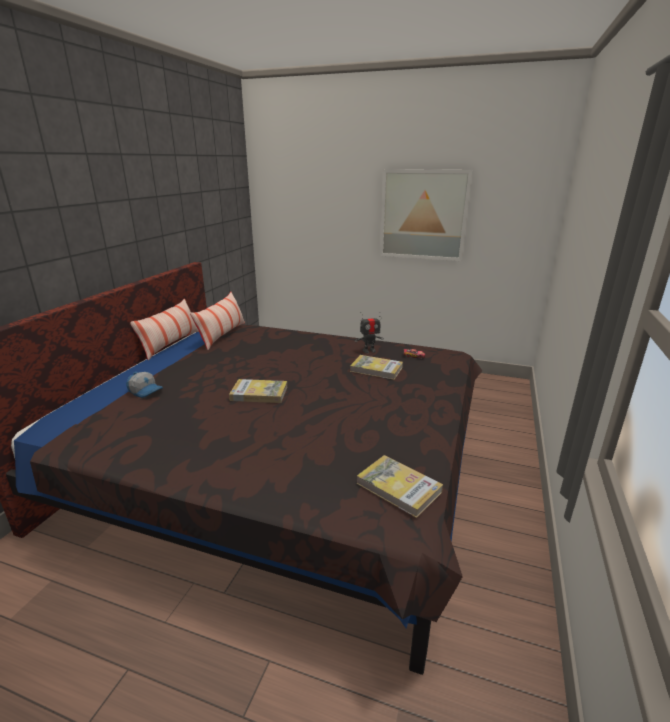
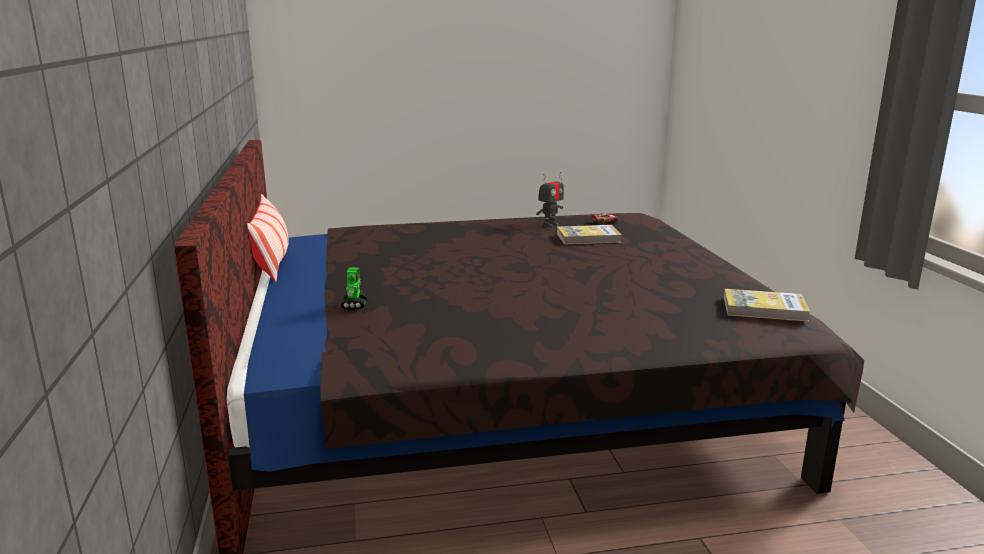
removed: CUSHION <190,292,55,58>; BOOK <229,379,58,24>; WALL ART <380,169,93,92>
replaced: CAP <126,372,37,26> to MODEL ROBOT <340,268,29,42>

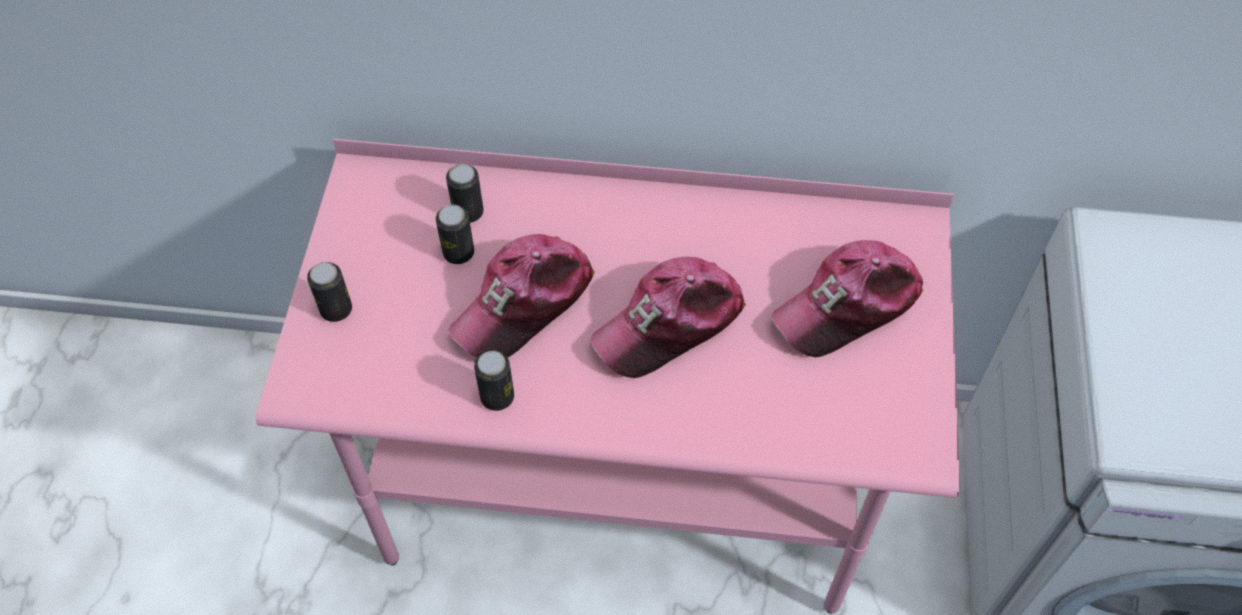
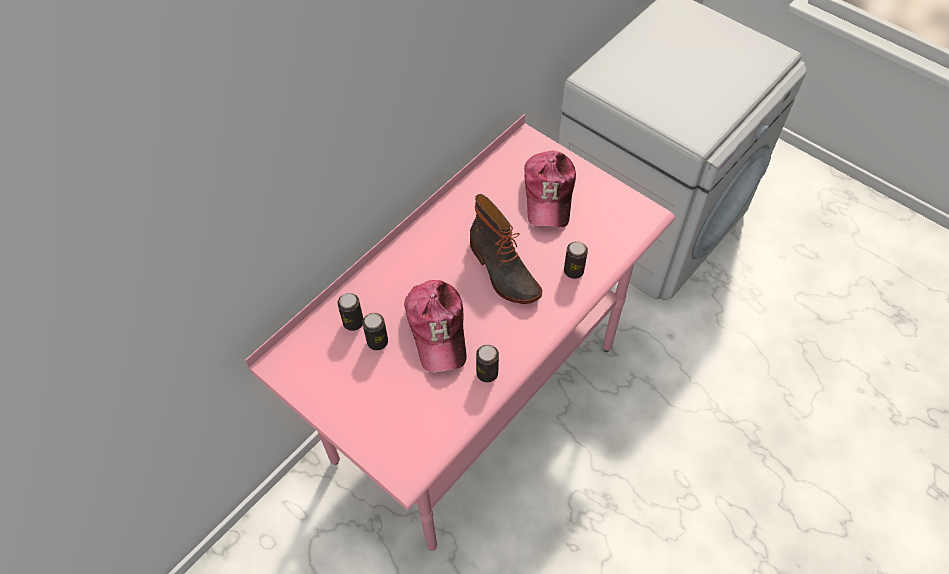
moved: SEALED CAN <307,262,45,60> to <564,241,24,38>
replaced: CAP <590,257,156,121> to TALL BOOT <470,194,72,110>

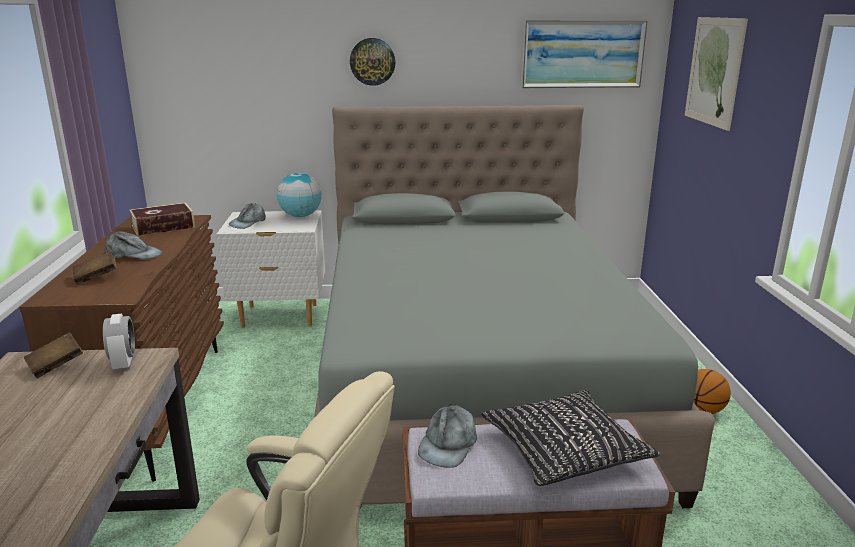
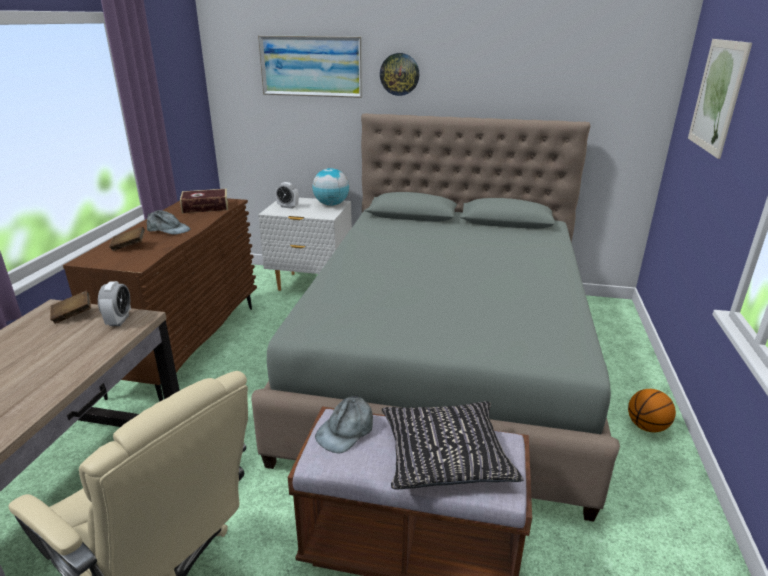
moved: WALL ART <521,20,127,68> to <258,35,105,63>
replaced: GRAY CAP <229,203,37,26> to BEDSIDE CLOCK <275,182,24,27>

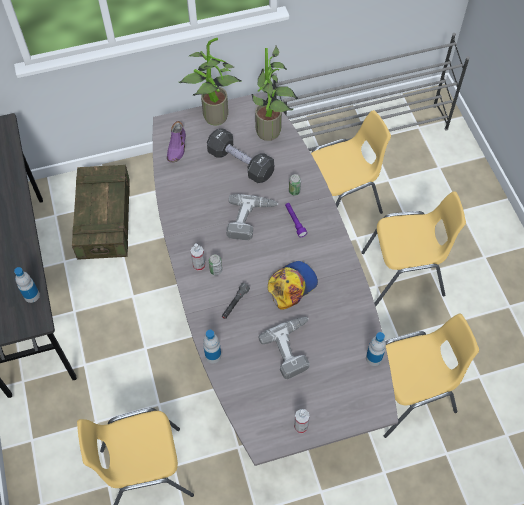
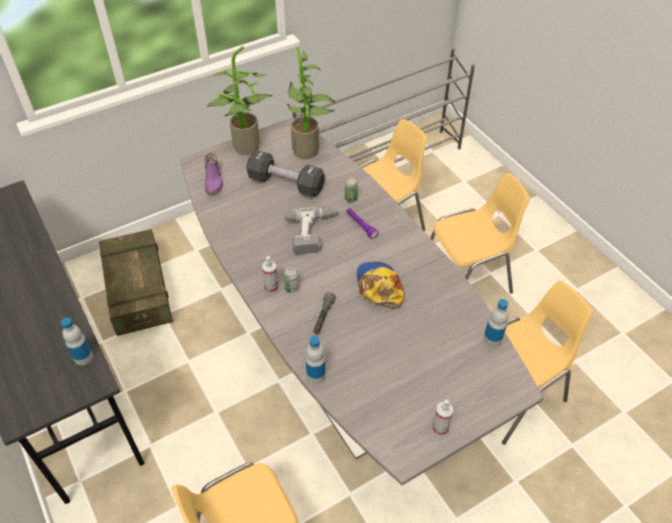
removed: POWER DRILL <258,317,52,62>
turned: CAP <268,261,50,49> = <357,262,47,46> 45 degrees counterclockwise

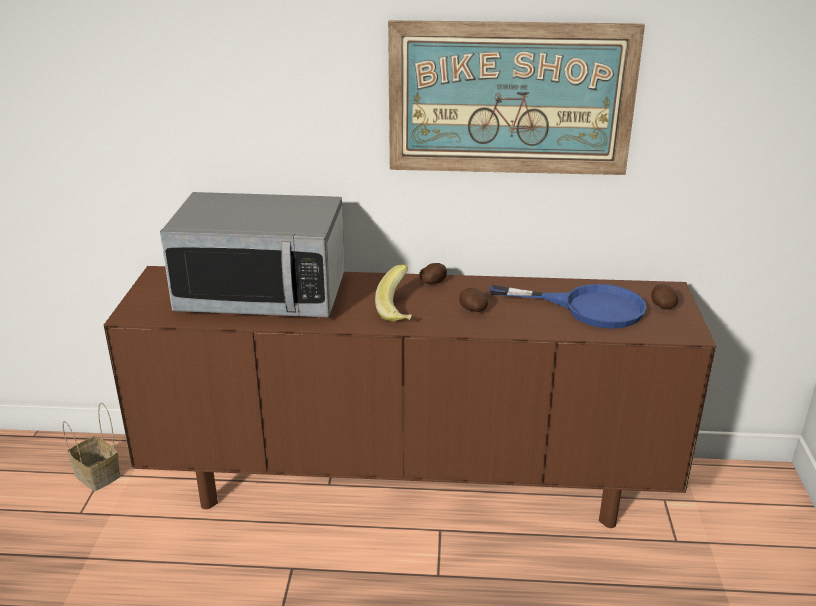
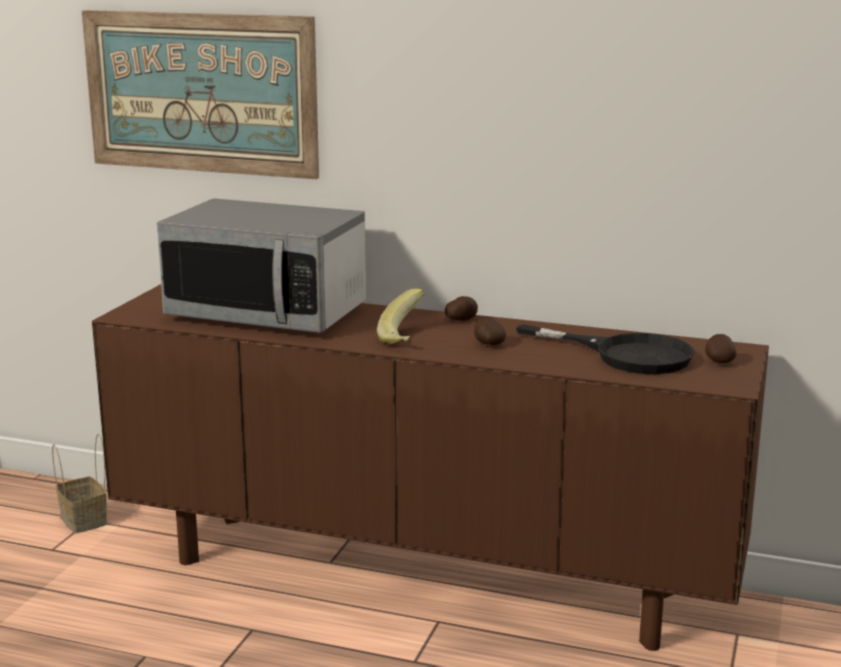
moved: WALL ART <388,20,257,155> to <82,10,237,169>
recoloured: BLUISH PAN <489,284,158,45> to BLACKISH PAN <516,324,179,50>

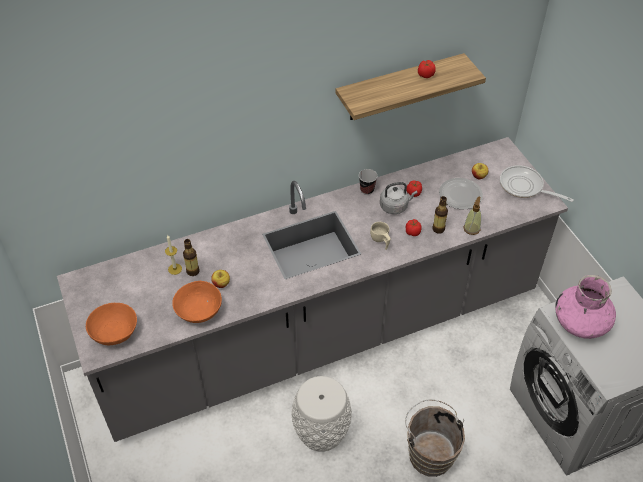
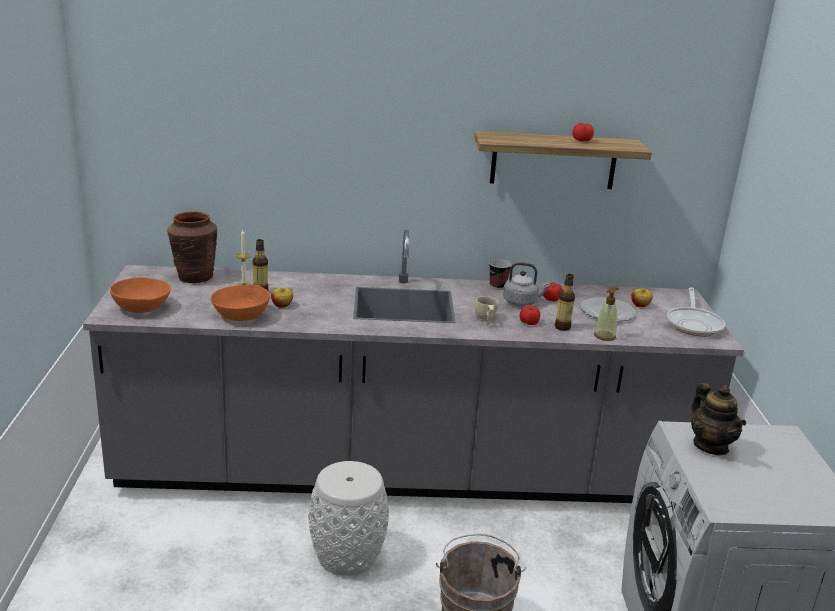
added: BROWN-COLOURED DECORATIVE VASE <167,211,50,72>
replaced: PINK-COLOURED DECORATIVE VASE <555,275,61,64> to TEA POT <691,383,55,72>
turned: PAN <500,165,74,37> = <667,287,58,49> 135 degrees counterclockwise

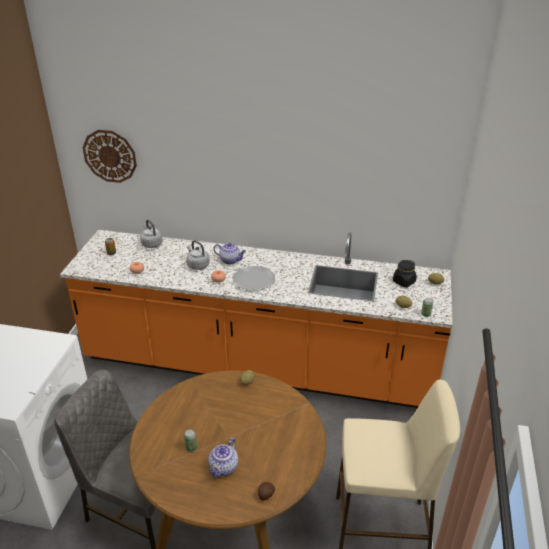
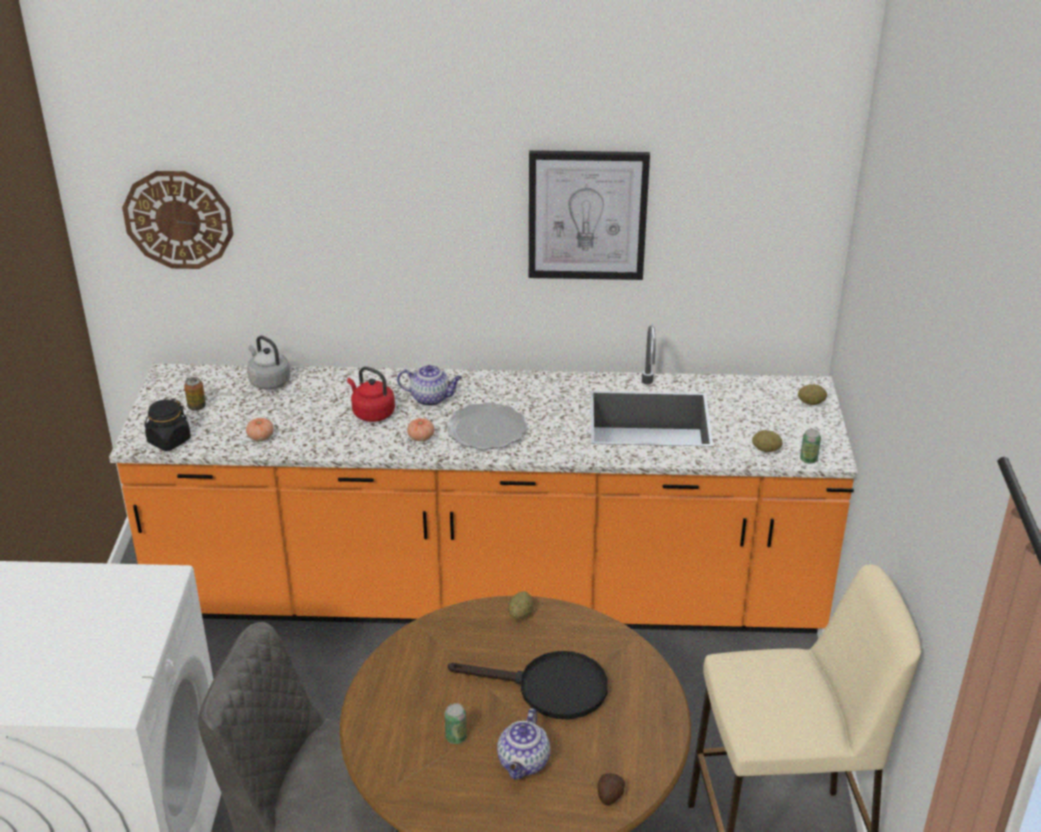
added: BLACKISH PAN <448,651,160,69>; WALL ART <529,150,121,130>
moved: BLACKISH STORAGE JAR <393,260,24,27> to <144,399,47,52>
recoloured: GRAY WATER KETTLE <187,240,23,30> to RED WATER KETTLE <347,367,48,55>

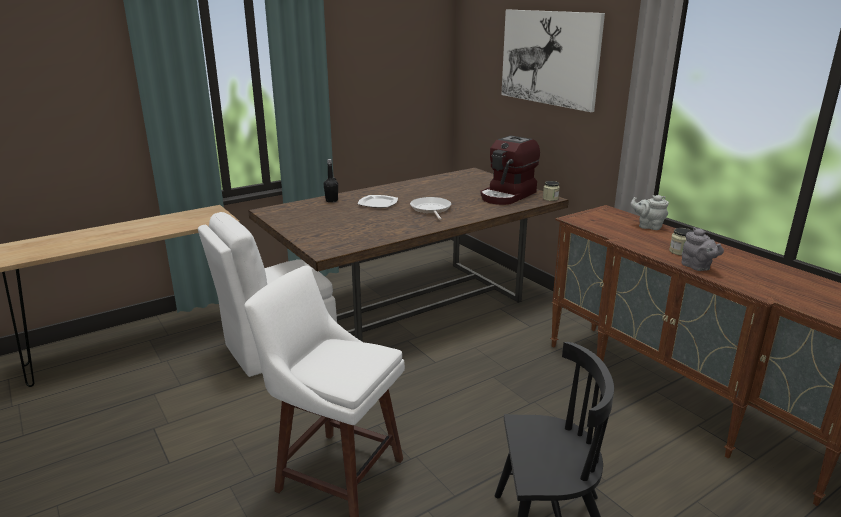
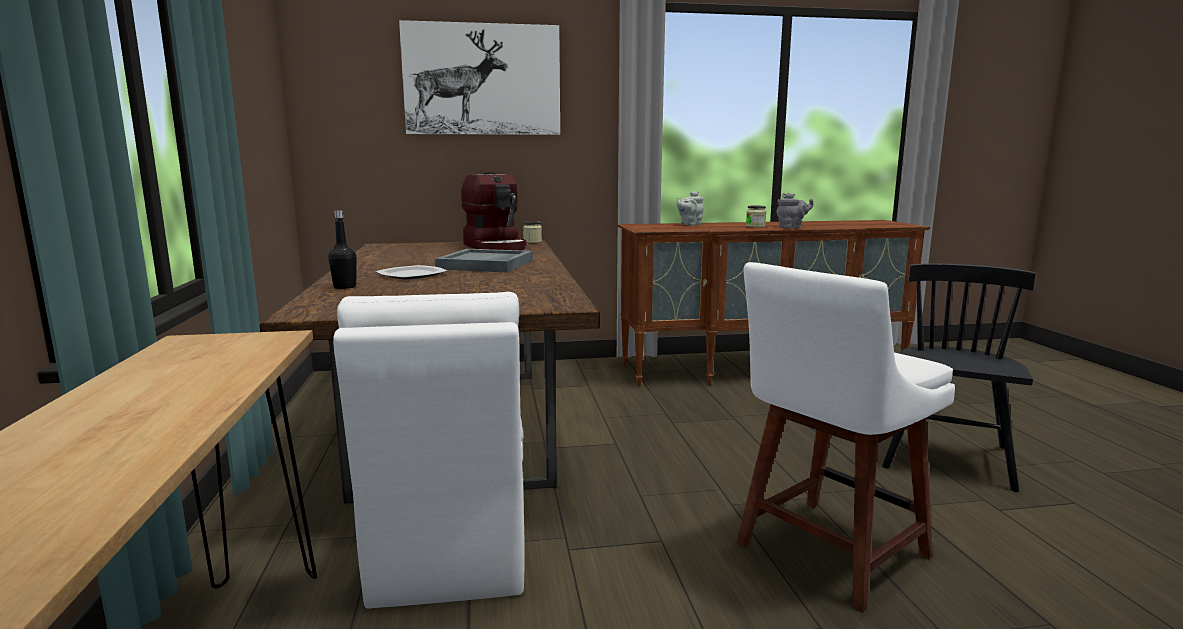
replaced: PAN <410,197,41,23> to GRAY SERVING TRAY <435,249,98,24>

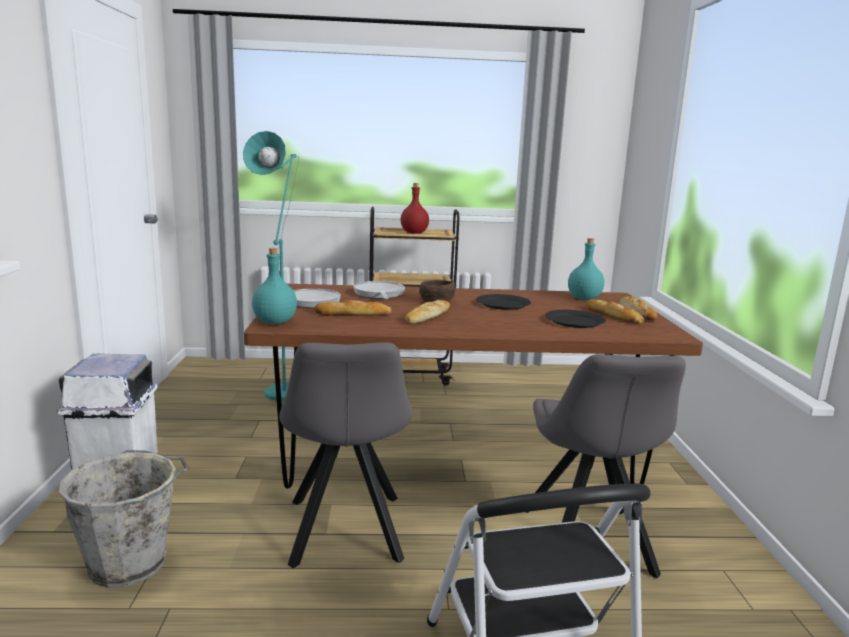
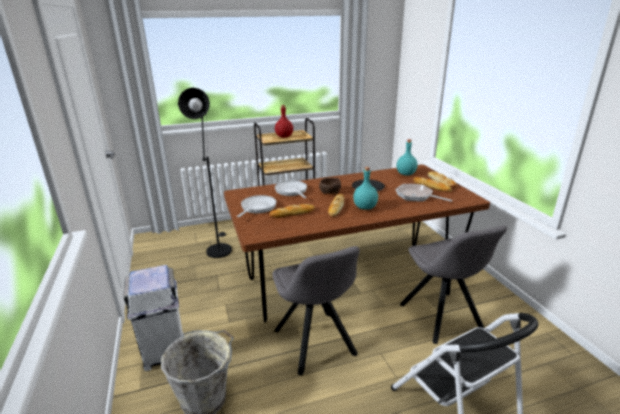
moved: TURQUOISE DRINK BOTTLE <252,248,45,76> to <353,167,25,43>
replaced: BLACKISH PLATE <545,310,61,18> to PAN <395,184,58,18>
recoloured: TURQUOISE STANDING LAMP <243,131,56,270> to BLACKISH STANDING LAMP <178,88,54,170>

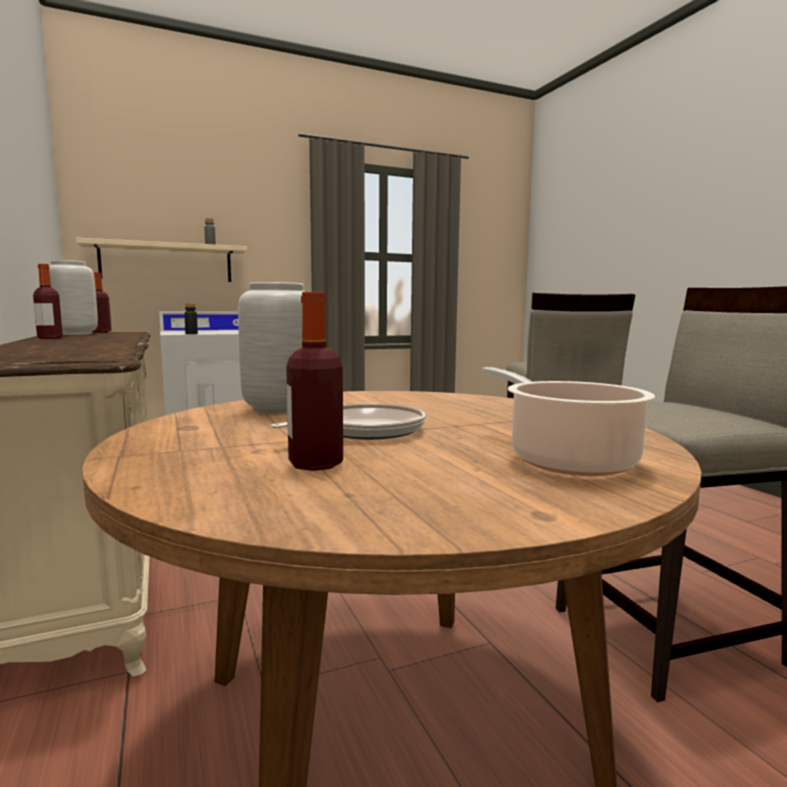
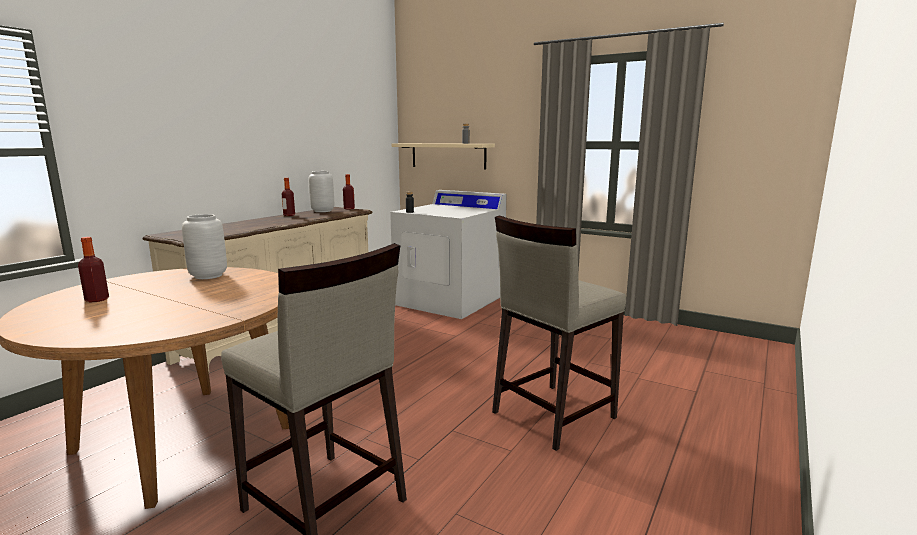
removed: PAN <271,403,155,37>; STOCKPOT <482,367,173,109>

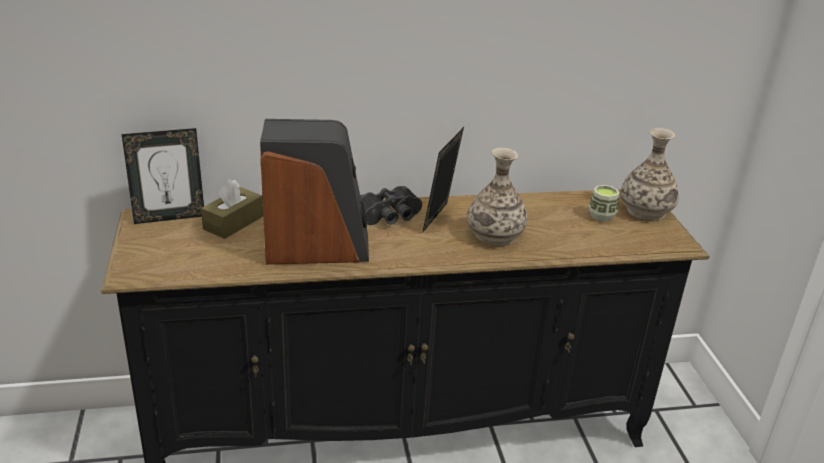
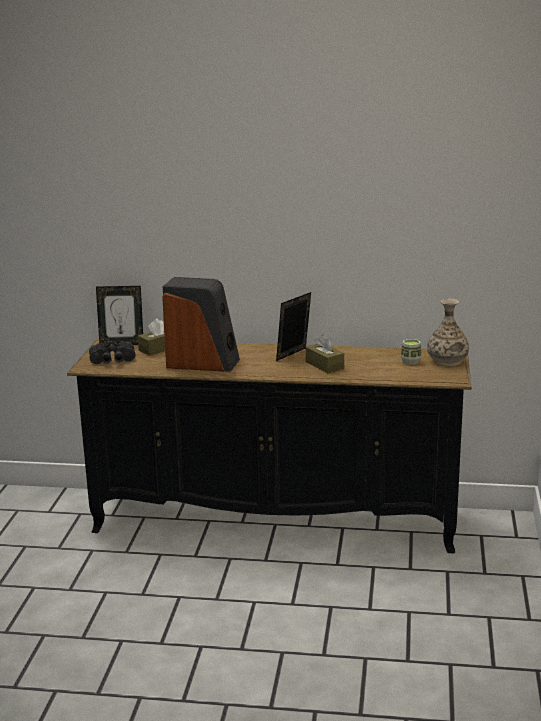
moved: BLACKISH PAIR OF BINOCULARS <360,186,62,39> to <89,341,47,23>
replaced: DECORATIVE VASE <467,148,61,98> to BROWN-COLOURED BOX OF TISSUES <305,335,39,38>

